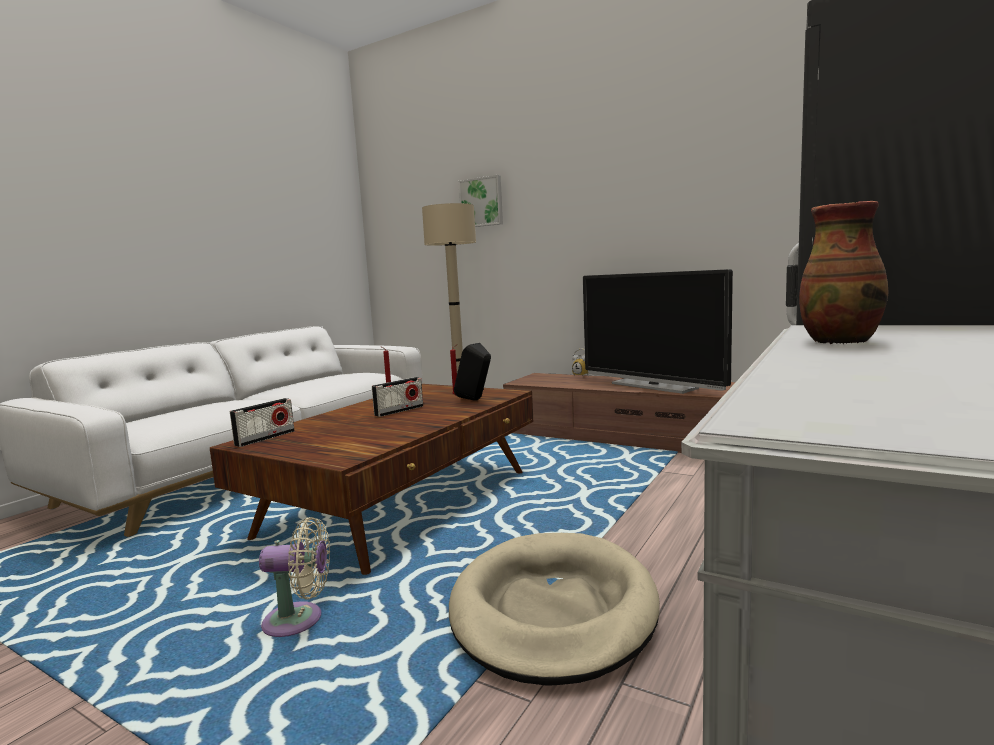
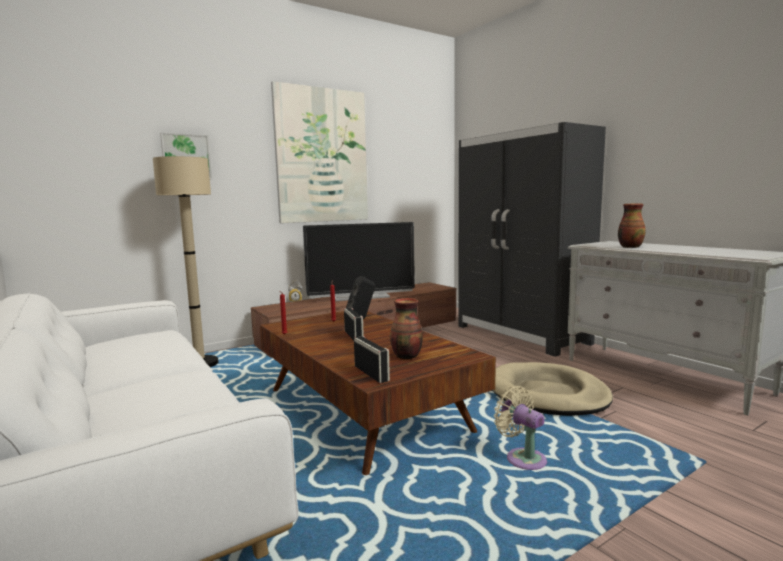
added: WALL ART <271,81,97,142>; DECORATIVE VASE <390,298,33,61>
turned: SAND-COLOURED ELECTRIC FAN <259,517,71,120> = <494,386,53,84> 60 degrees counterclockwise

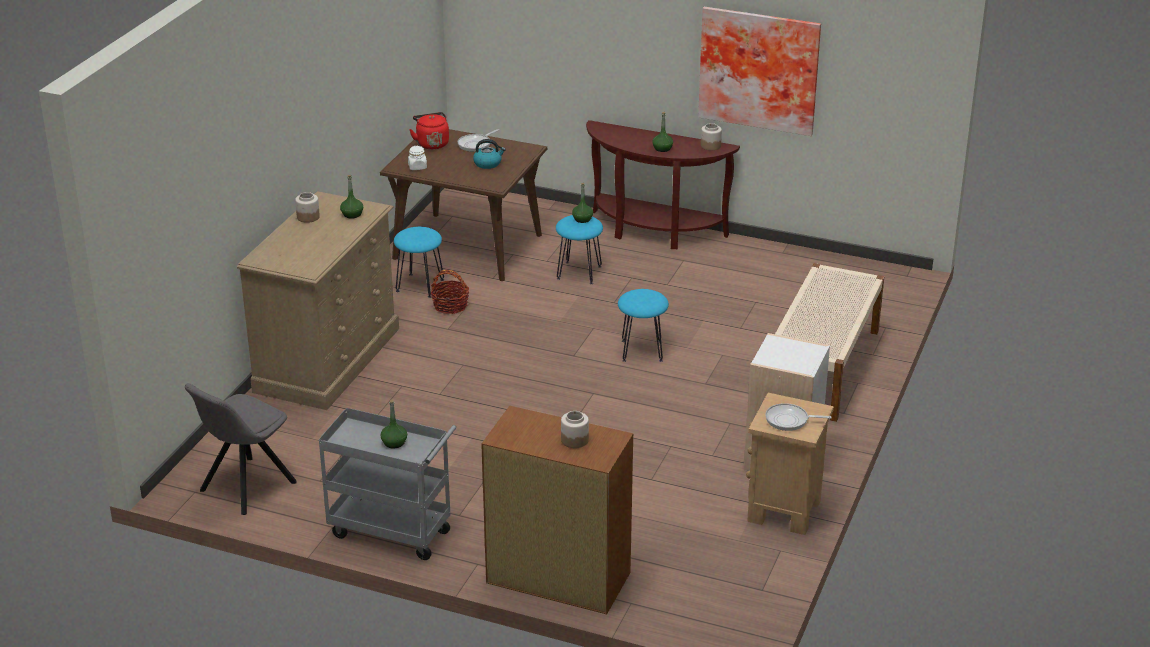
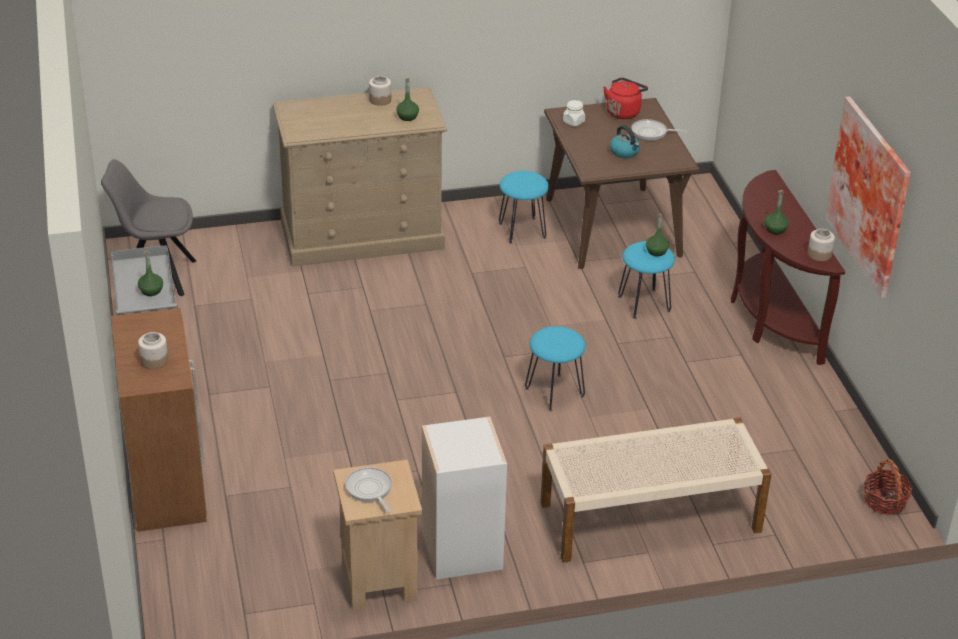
moved: HOUSEHOLD BASKET <431,270,38,44> to <864,459,49,56>

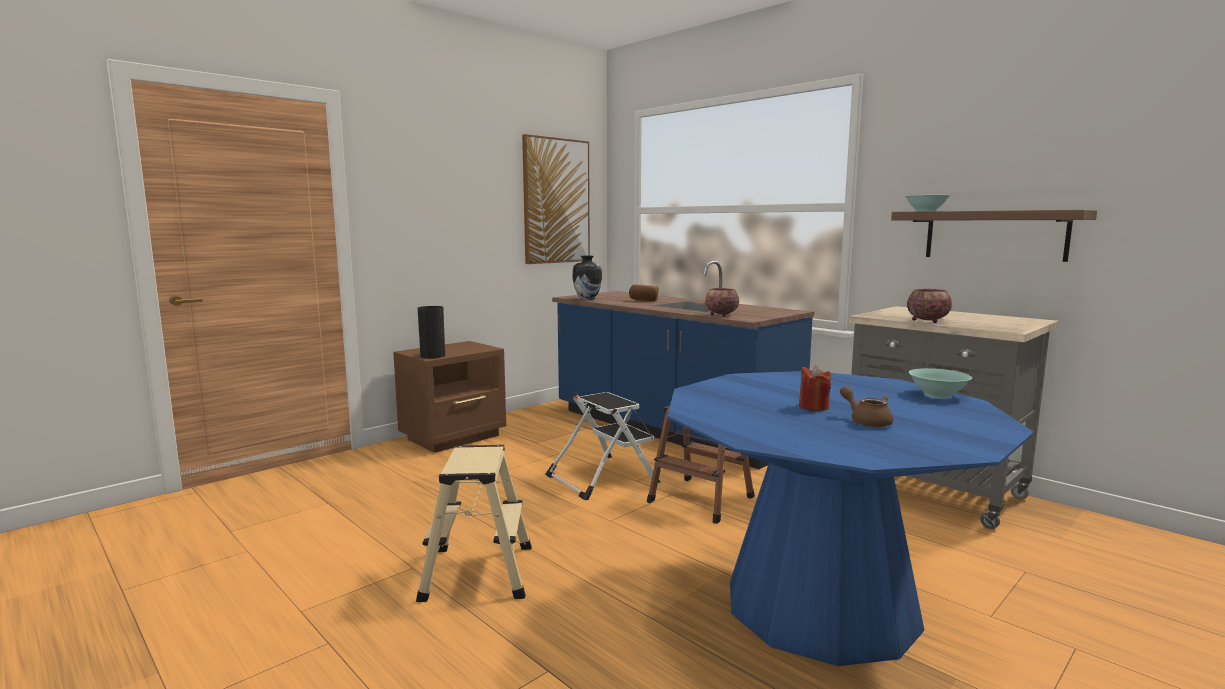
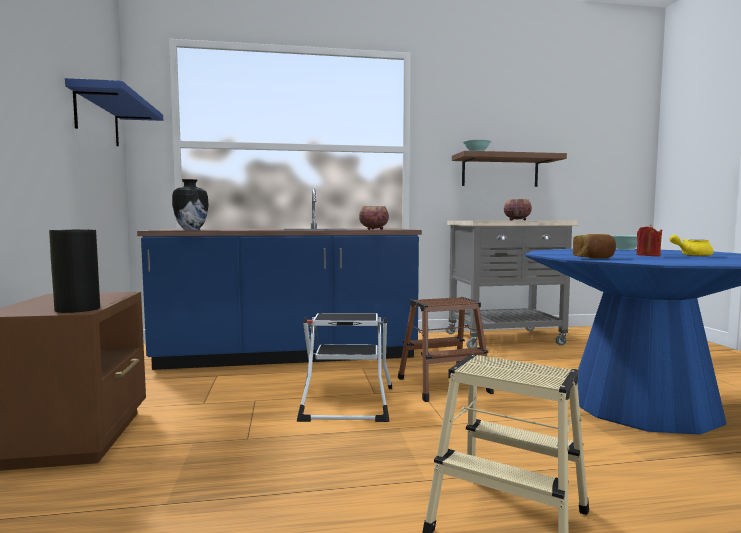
moved: BREAD <629,284,30,17> to <573,234,43,24>
replaced: WALL ART <522,134,68,130> to BLUISH SHELF <65,78,98,68>
recoloured: BROWN-COLOURED TEA POT <840,386,53,41> to YELLOW TEA POT <669,235,44,21>

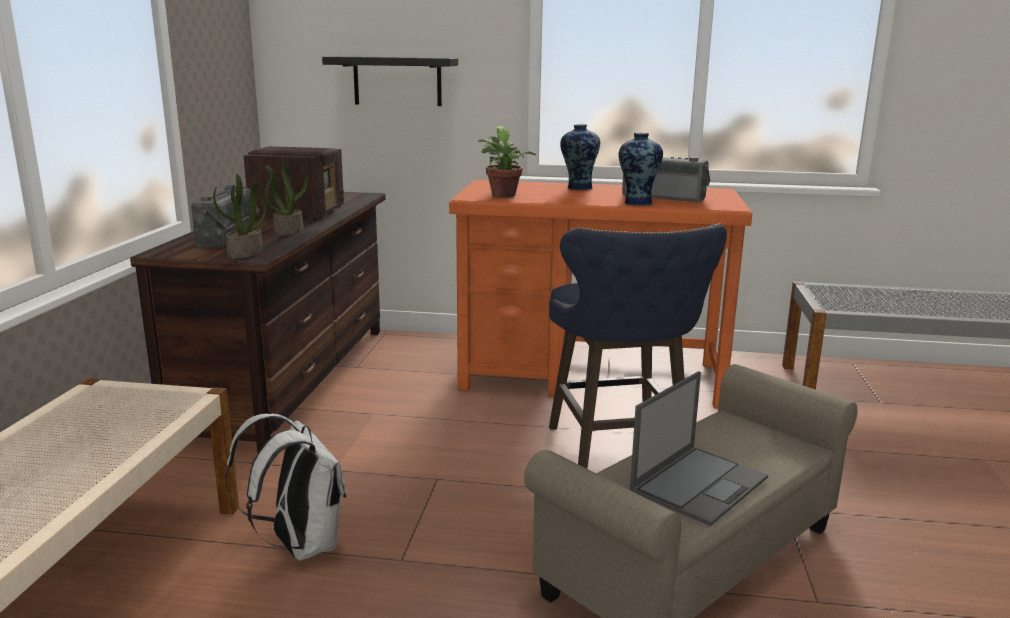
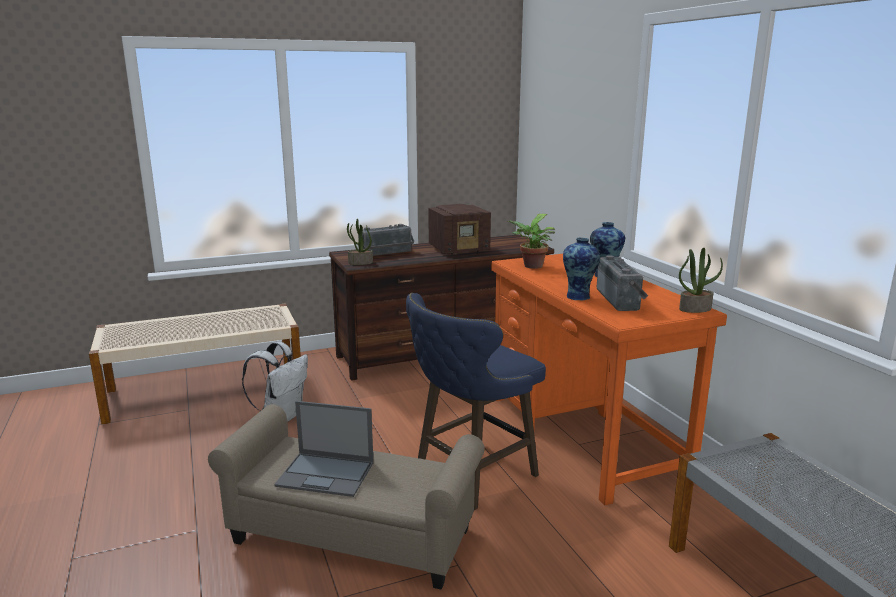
removed: BLACKISH SHELF <322,57,136,49>
moved: POTTED PLANT <264,160,44,76> to <679,248,44,65>

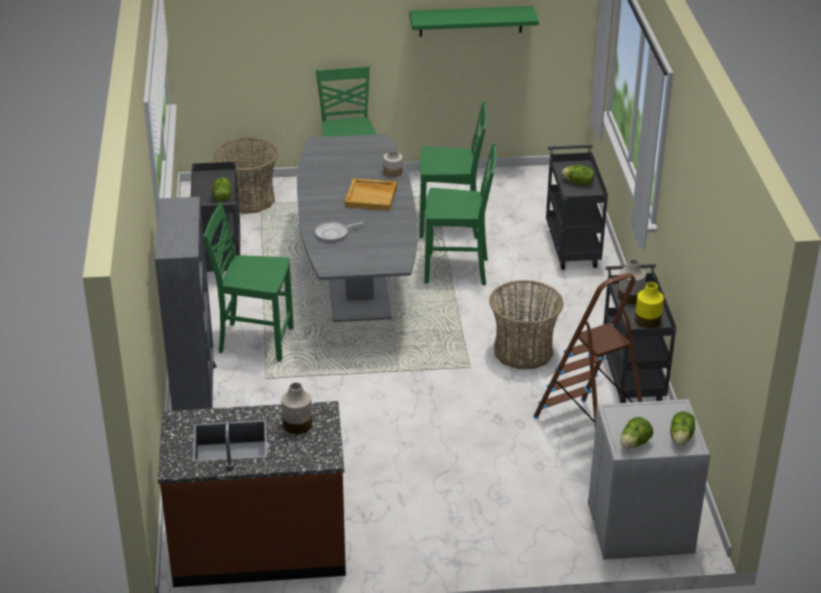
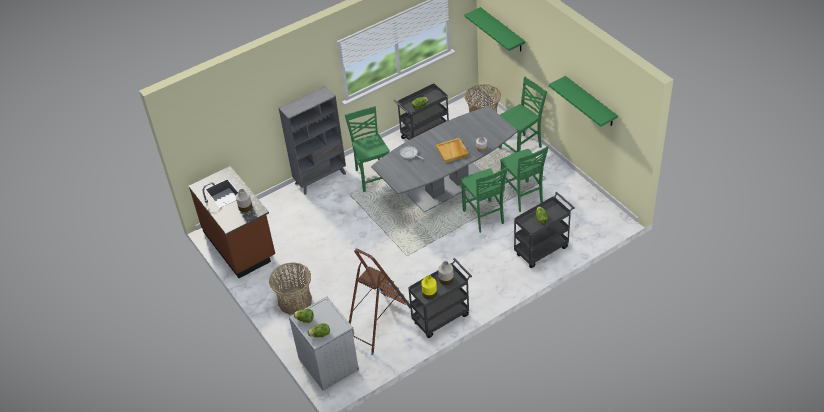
added: GREEN-COLOURED SHELF <464,7,61,45>
moved: HOUSEHOLD BASKET <489,280,75,89> to <269,262,43,52>

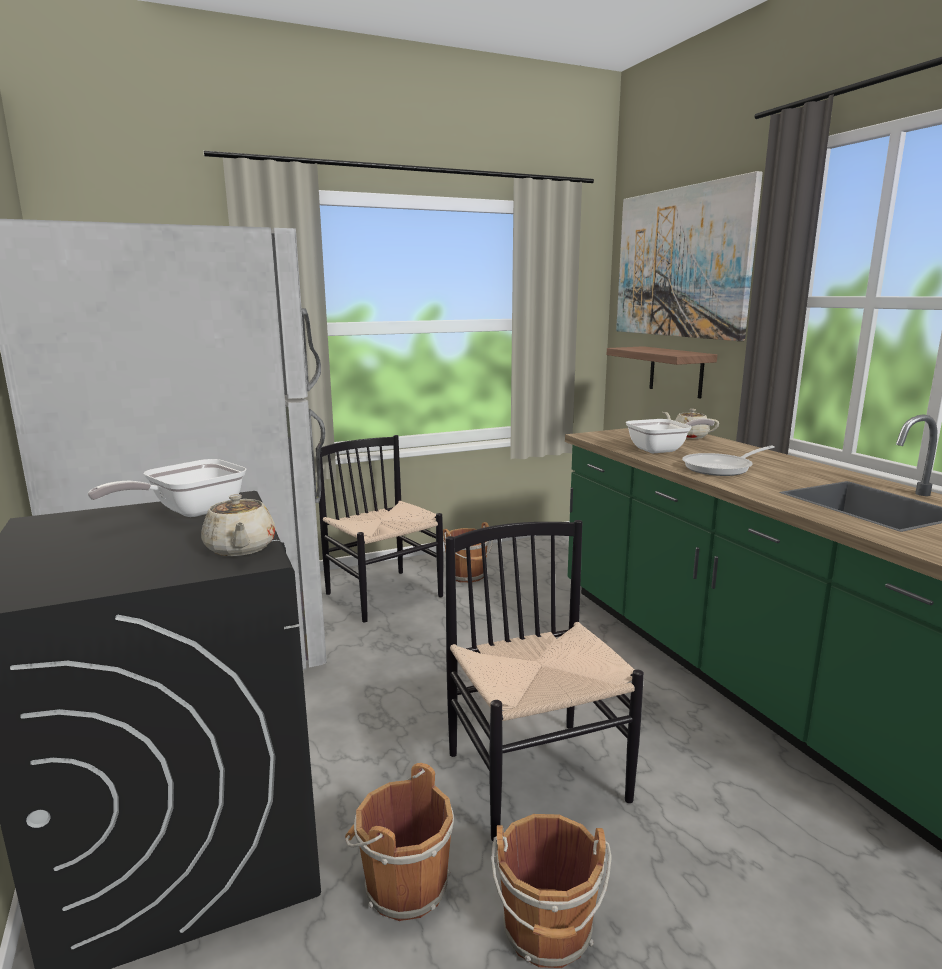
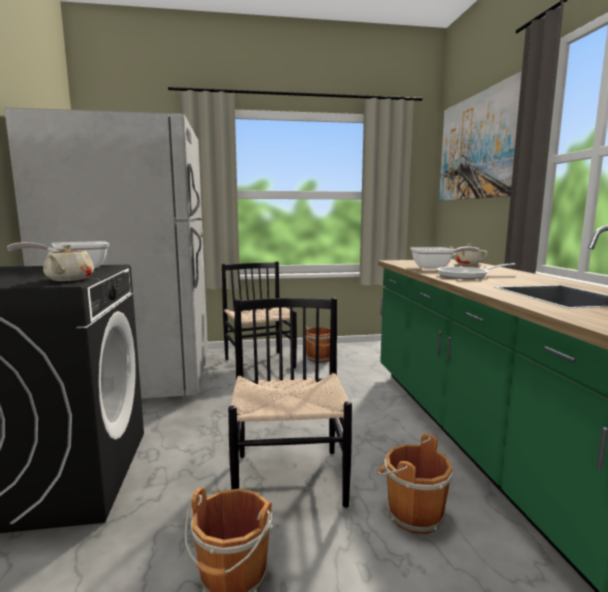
removed: SHELF <607,346,110,53>
moved: BROWN-COLOURED WATER BUCKET <345,763,109,158> to <377,434,76,100>

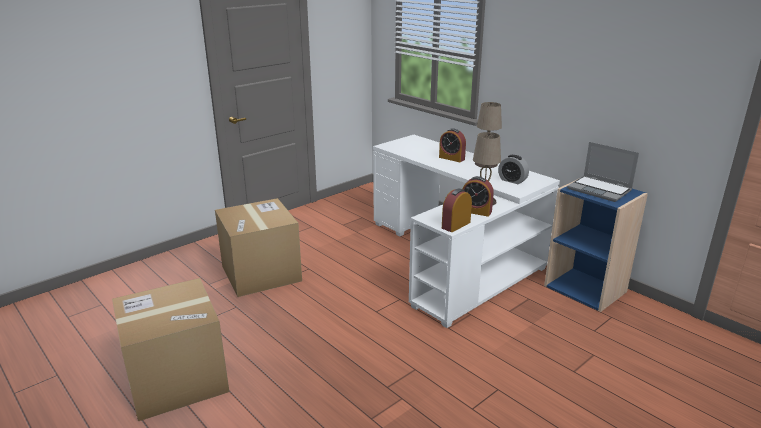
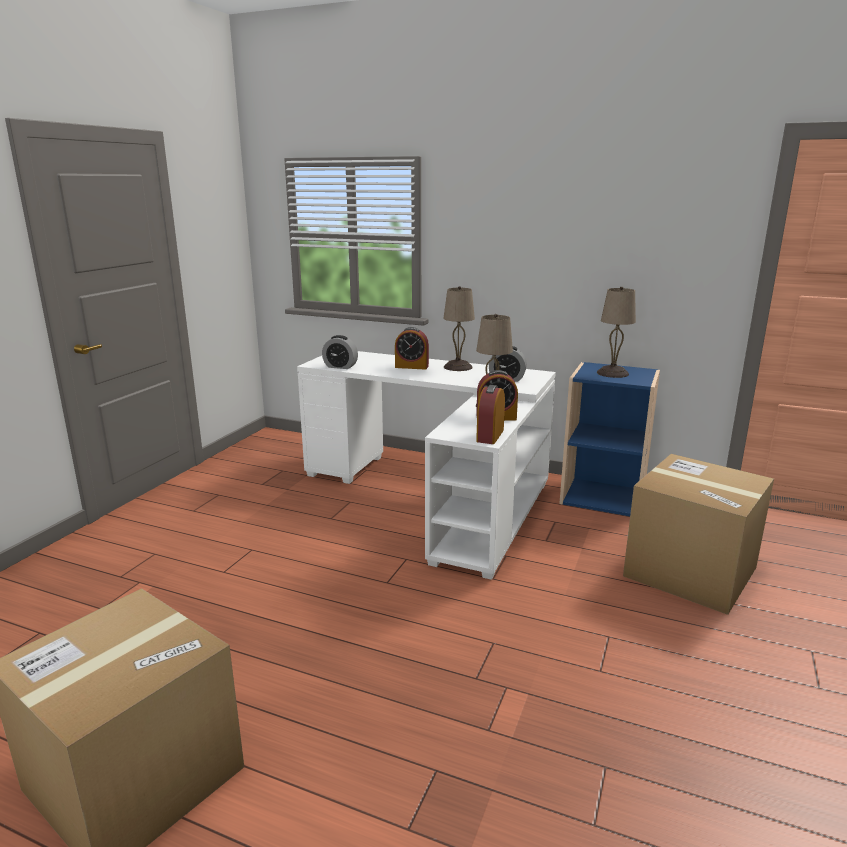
added: BEDSIDE CLOCK <322,335,36,34>
moved: CARDBOARD BOX <215,198,87,99> to <623,454,151,161>
replaced: PORTABLE COMPUTER <567,142,72,60> to SAND-COLOURED TABLETOP LAMP <597,287,39,91>

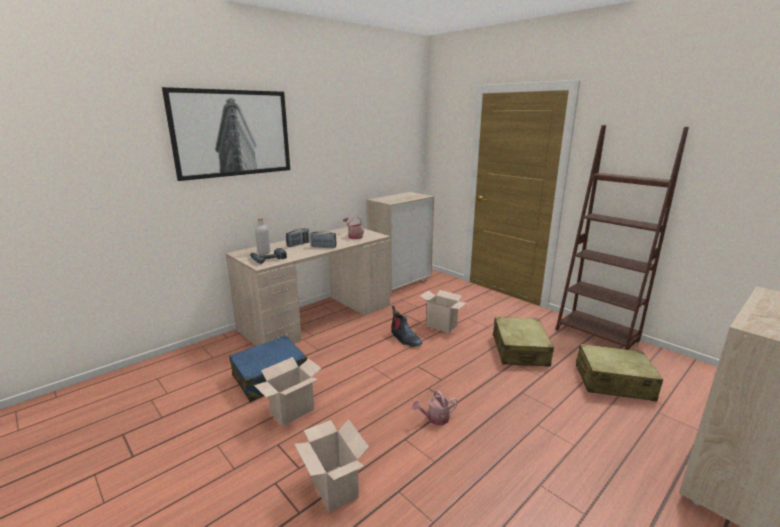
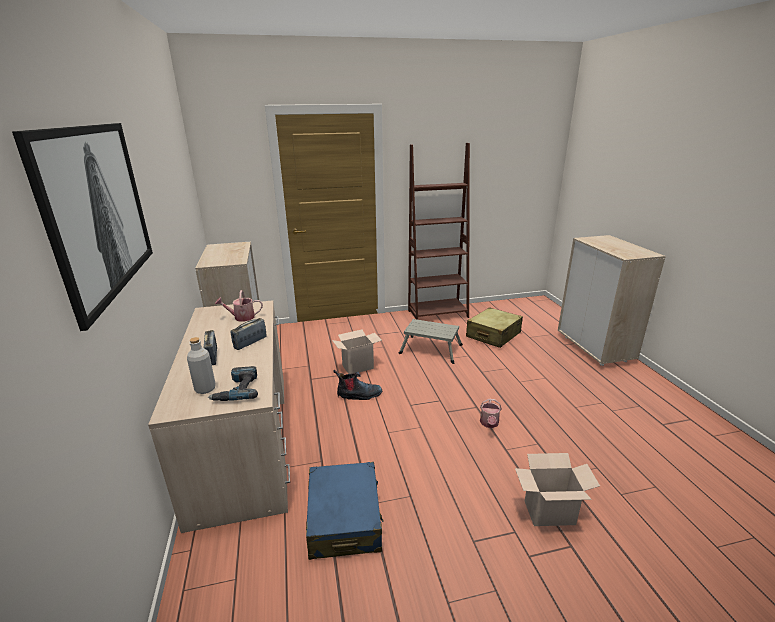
removed: CARDBOARD BOX <254,357,68,69>
replaced: SAND-COLOURED TRAVEL CASE <493,317,61,50> to GRAY STEPLADDER <398,319,65,45>

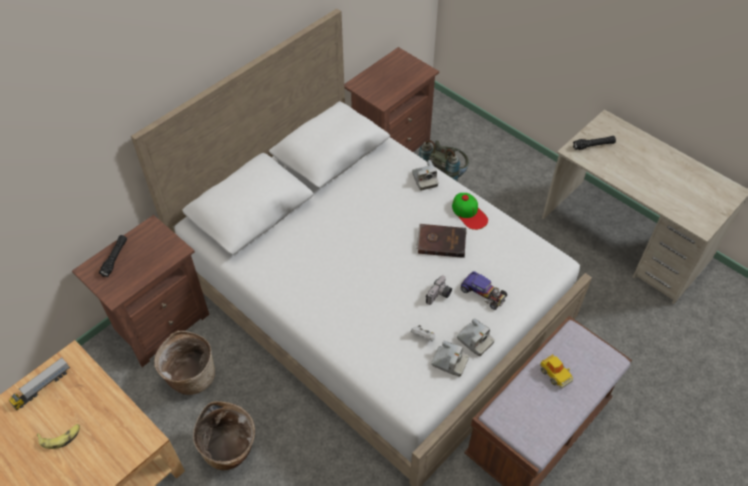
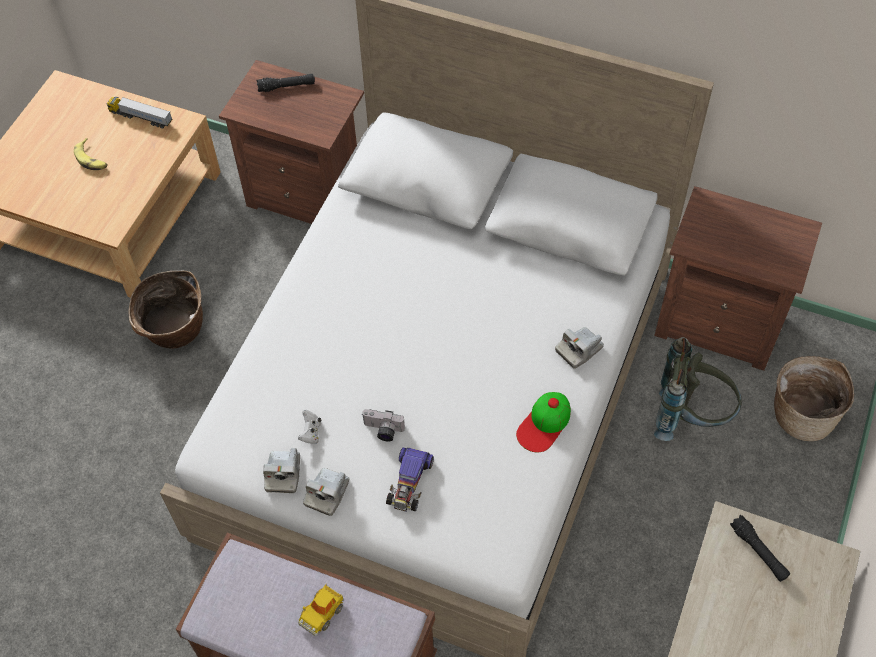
removed: BROWN-COLOURED BOOK <416,224,51,34>
moved: HOUSEHOLD BASKET <154,331,61,64> to <774,356,80,85>

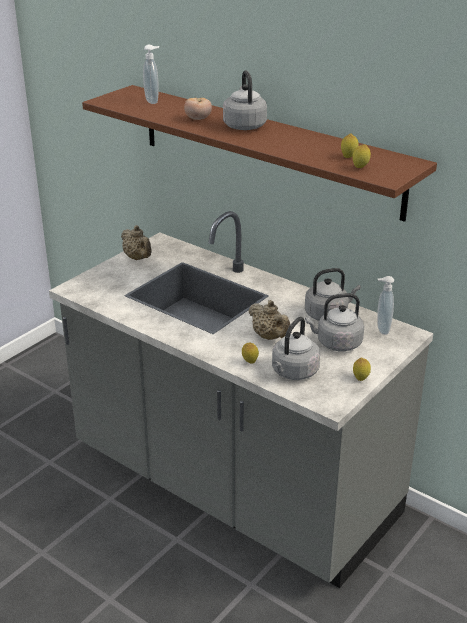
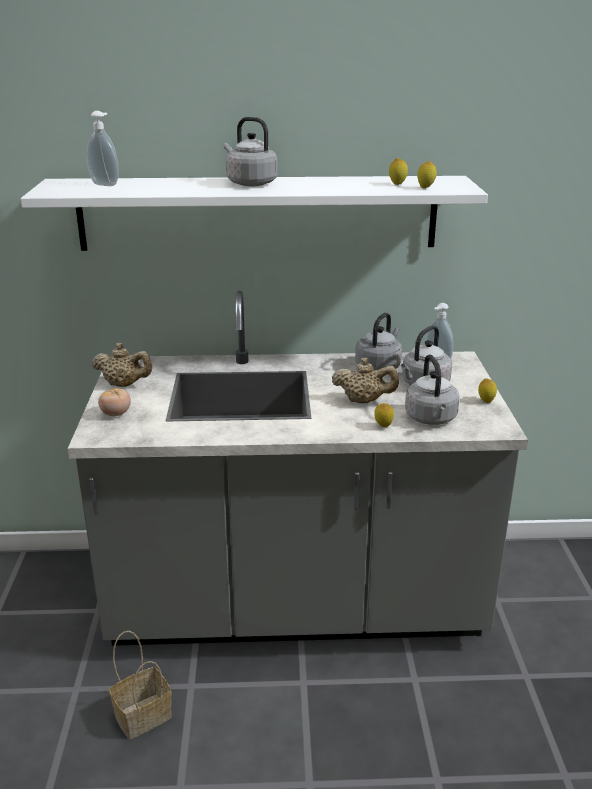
added: HOUSEHOLD BASKET <109,631,63,108>
moved: TOMATO <184,97,28,23> to <98,388,33,28>
recoloured: BROWN-COLOURED SHELF <82,85,355,137> to WHITE-COLOURED SHELF <21,176,467,75>

